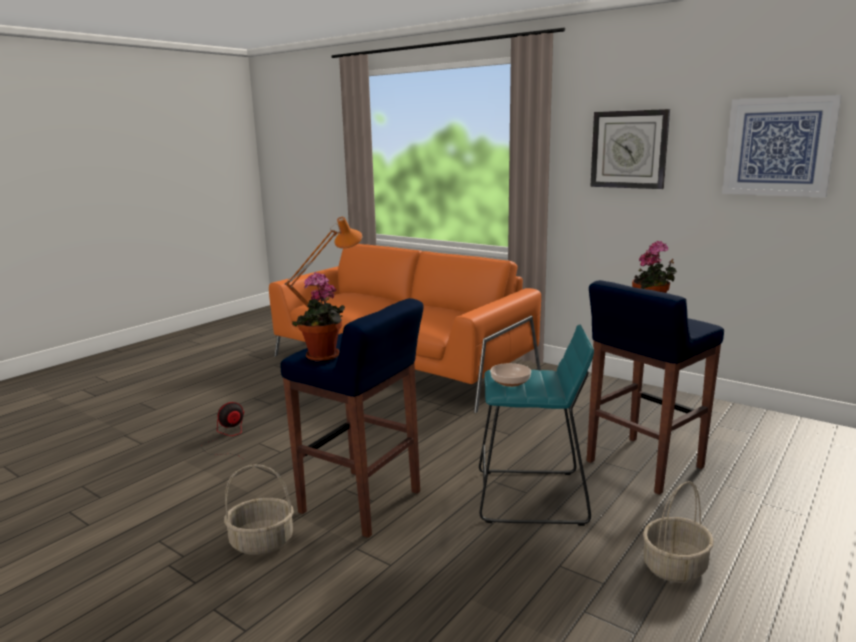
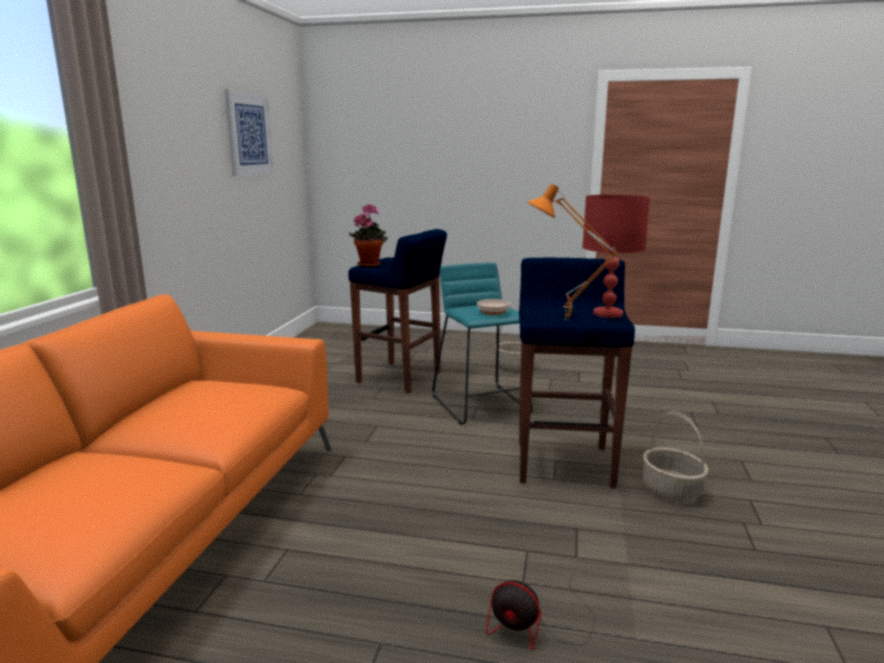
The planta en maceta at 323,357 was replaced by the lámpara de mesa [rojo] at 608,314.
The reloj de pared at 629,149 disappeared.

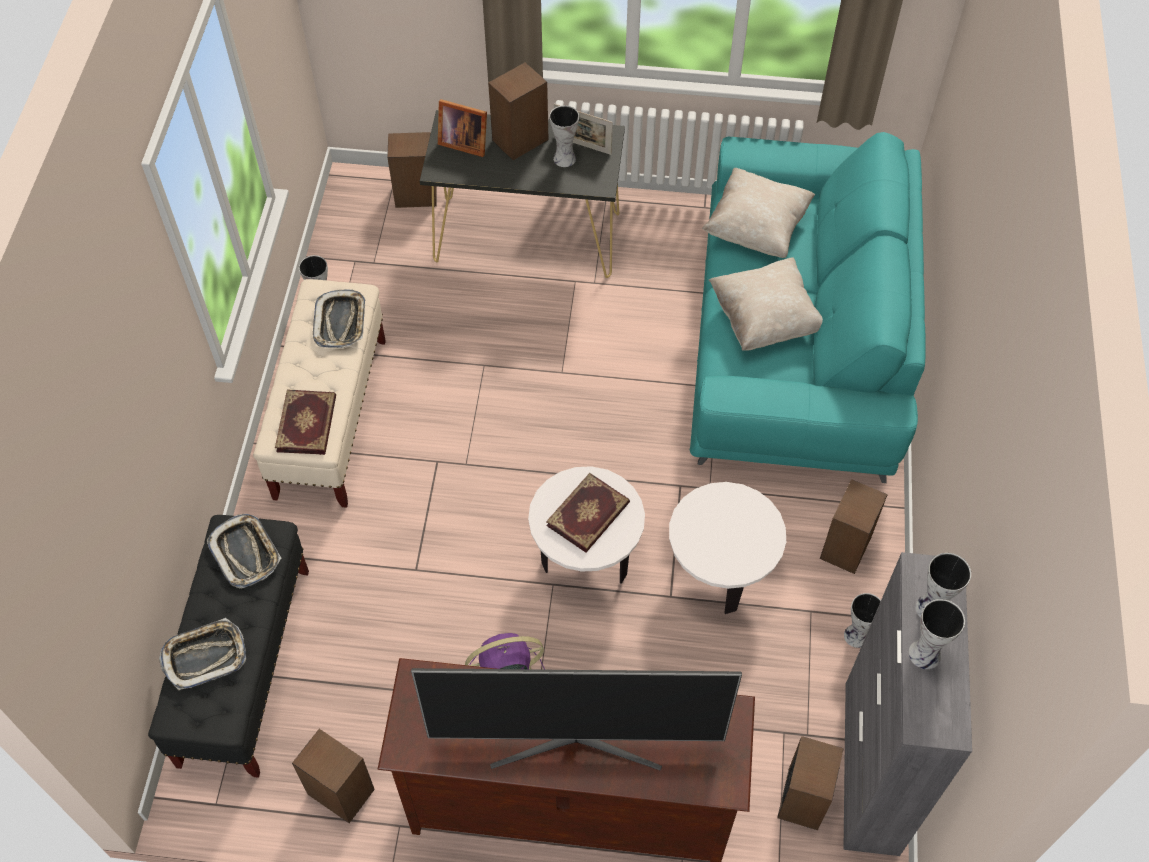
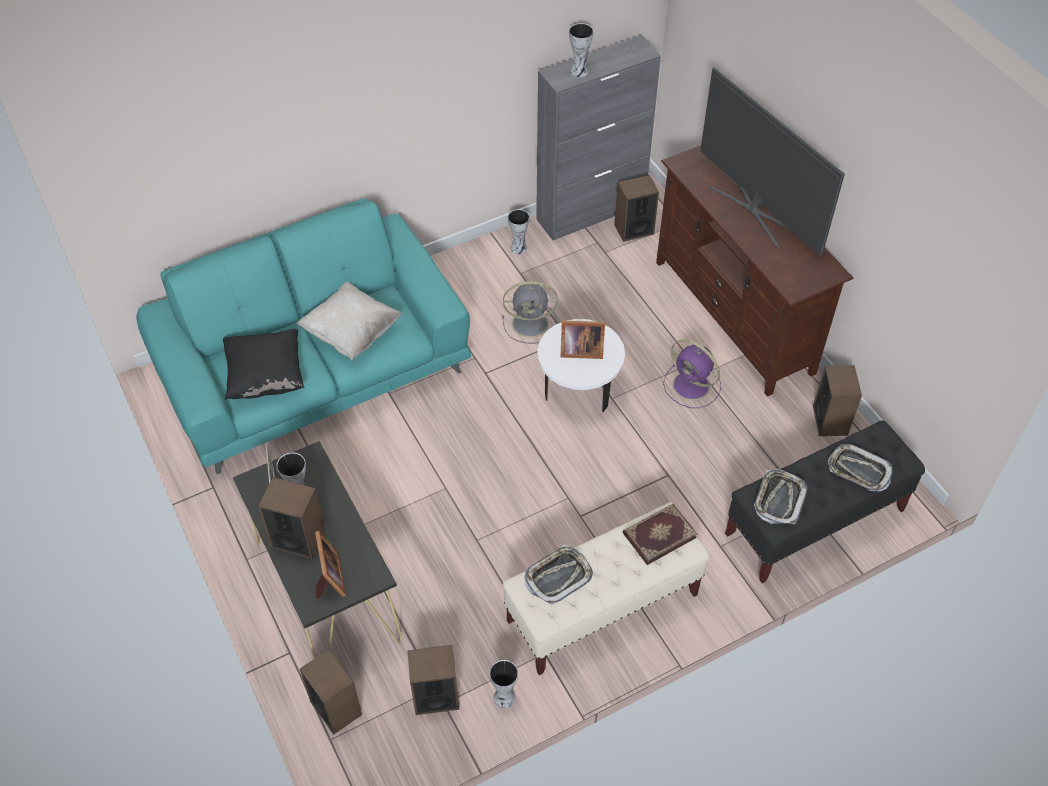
The libro at 589,515 was replaced by the portarretratos at 579,350.
The mesa auxiliar [blanco] at 719,573 was replaced by the ventilador [gris] at 531,323.
The cojín [beis] at 756,229 became the cojín [negro] at 266,377.
The altavoz moved from 846,547 to 435,696.
The florero at 926,653 disappeared.

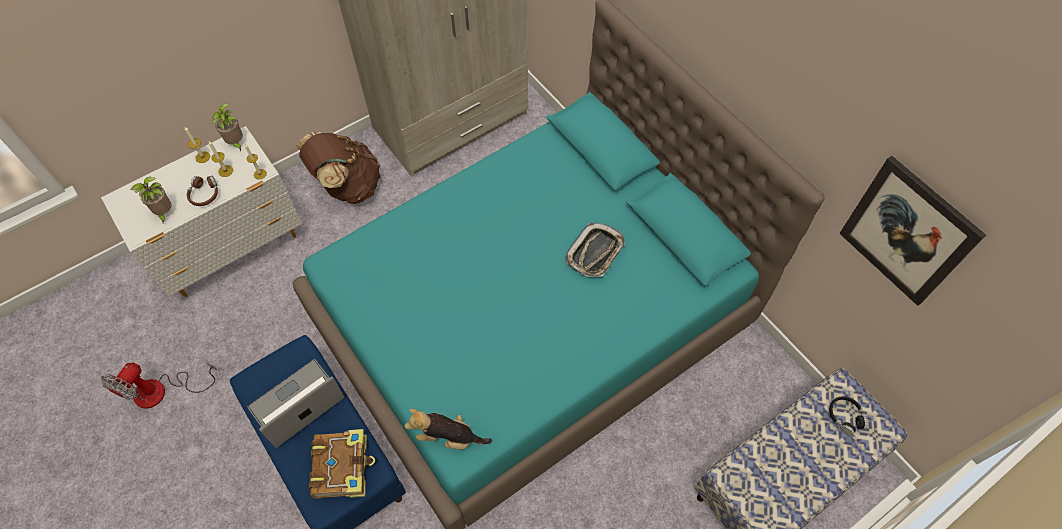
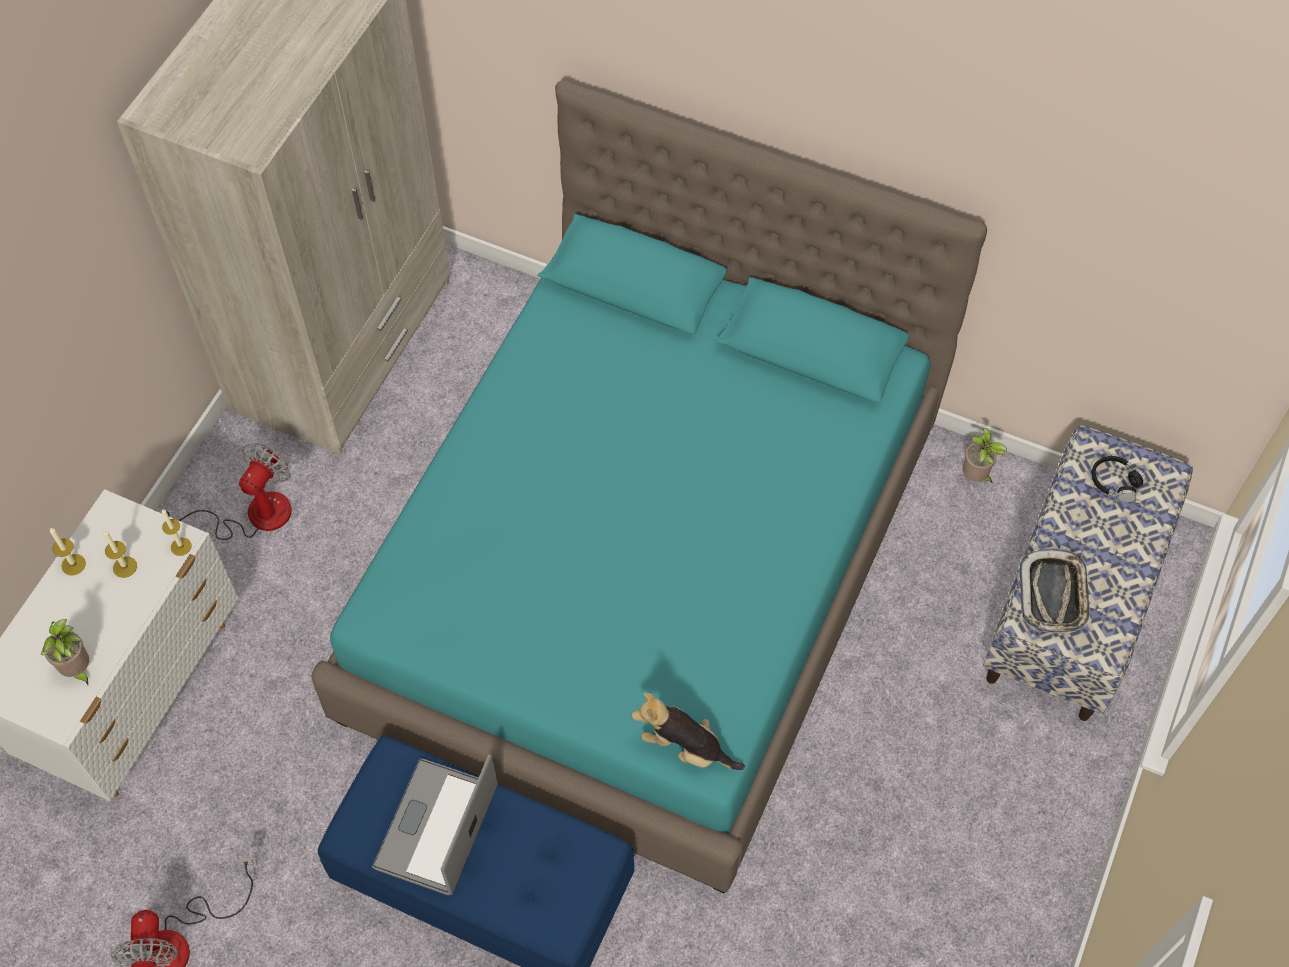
The auriculares [marrón] at 204,194 disappeared.
The planta en maceta moved from 236,143 to 976,477.
The mochila [marrón] at 348,186 was replaced by the ventilador at 252,515.
The libro at 343,466 disappeared.
The peluche at 449,437 turned 45 degrees clockwise.
The bandeja moved from 595,253 to 1053,594.
The cuadro at 907,232 disappeared.

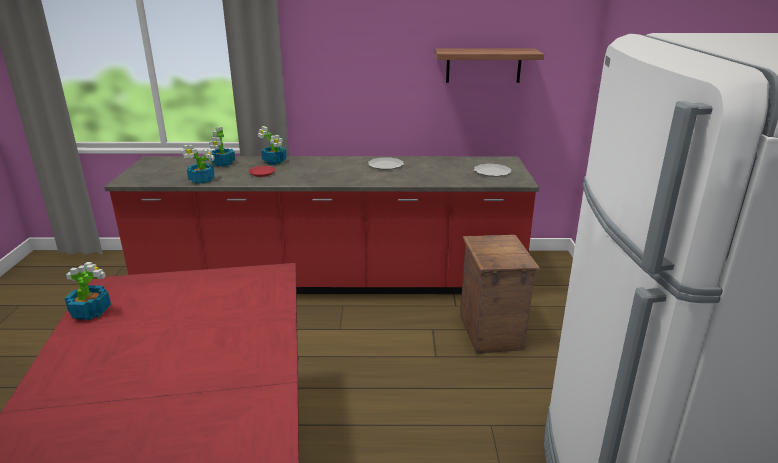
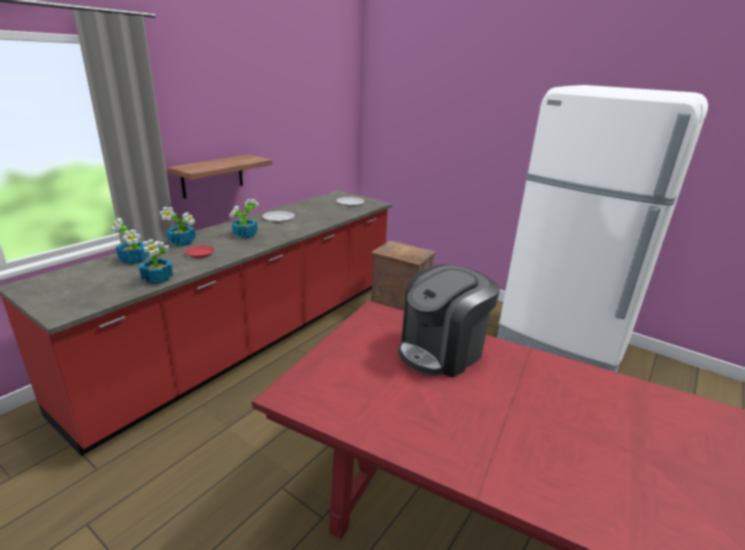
The planta en maceta moved from 90,311 to 245,235.
The estante moved from 483,65 to 212,176.
The cafetera at 442,351 appeared.

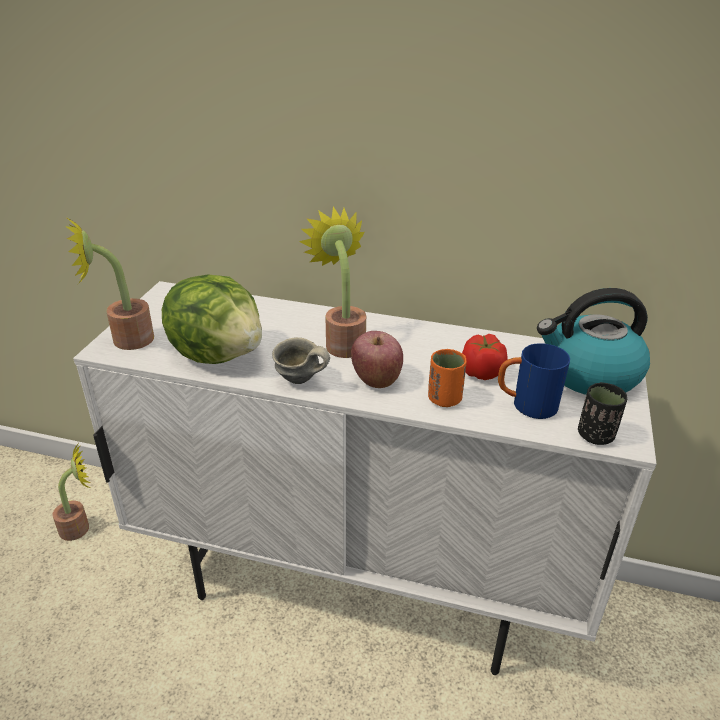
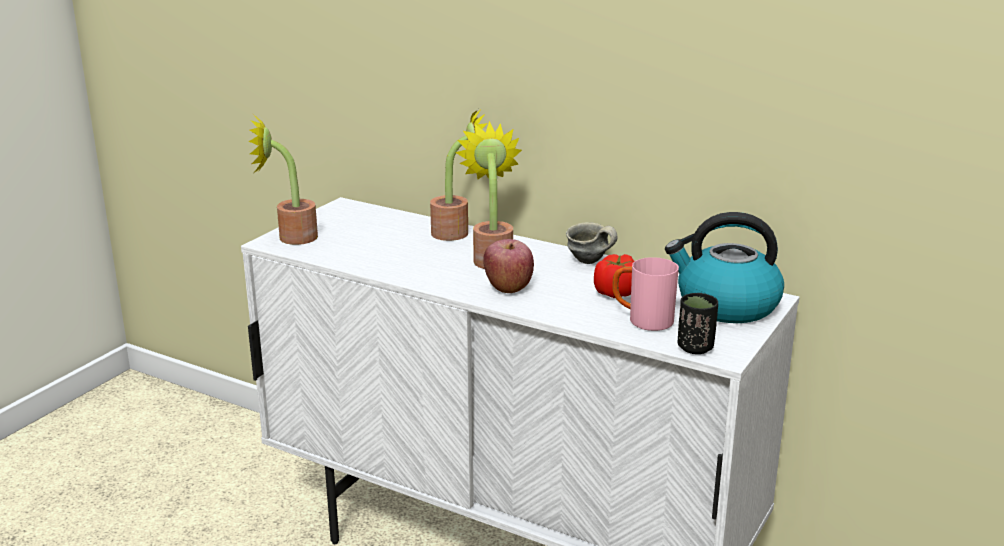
The planta en maceta moved from 80,527 to 458,232.
The lechuga at 219,353 disappeared.
The taza grande [gris] moved from 299,382 to 588,263.
The taza [naranja] at 444,399 disappeared.
The taza grande [azul] at 526,405 became the taza grande [rosa] at 642,320.

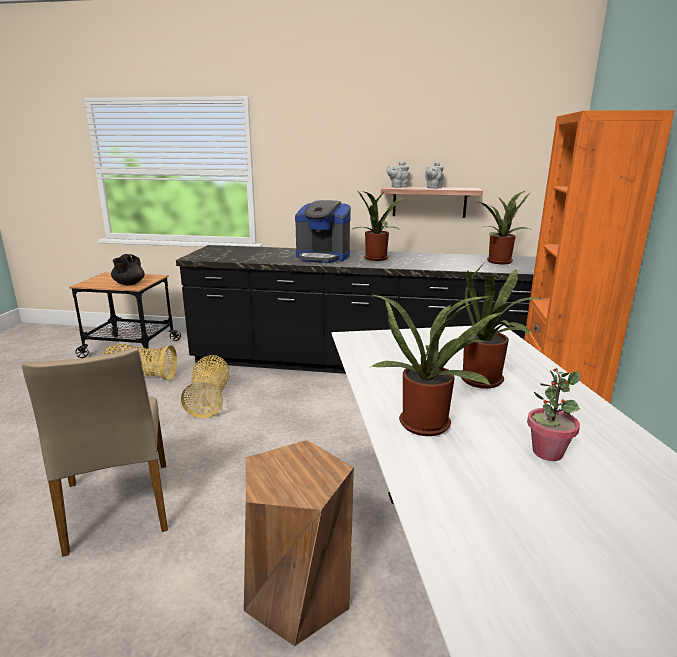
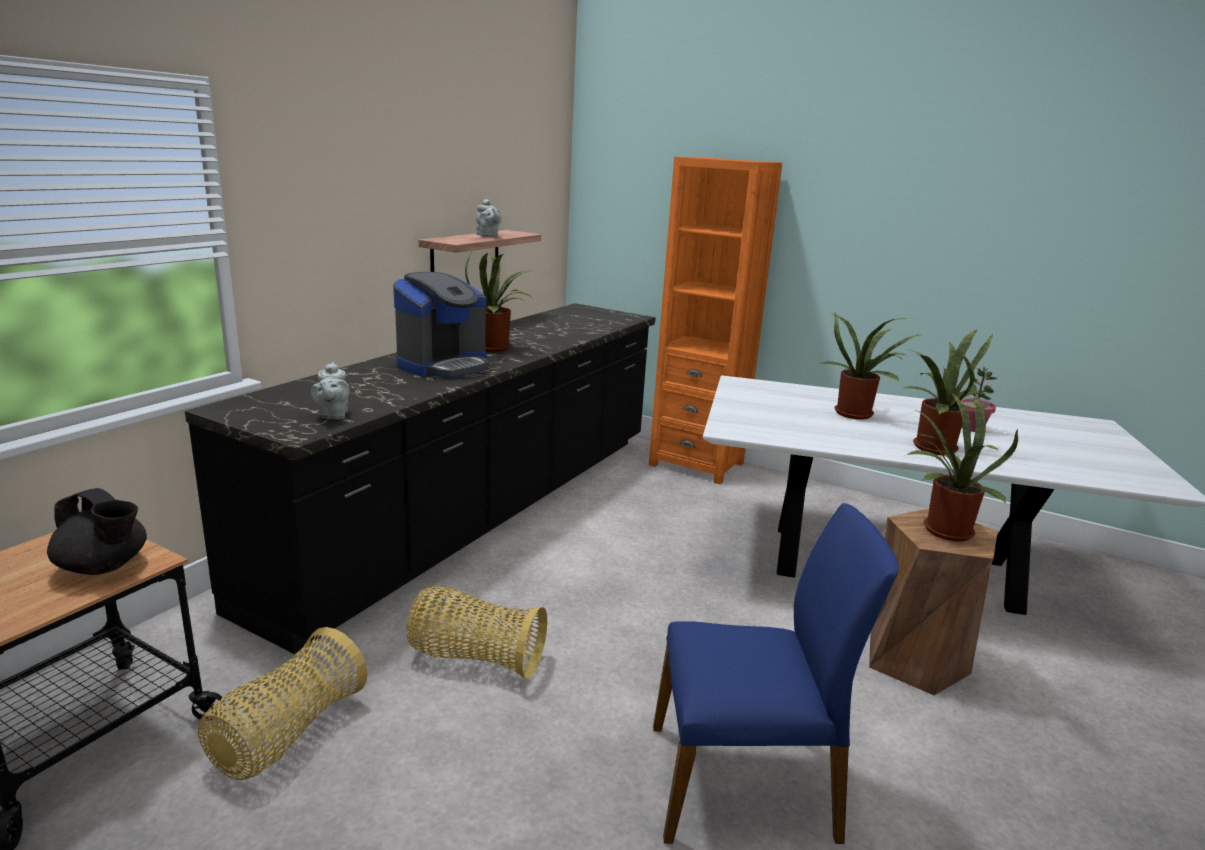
The silla [beis] at 118,506 became the silla [azul] at 744,782.
The tetera [gris] moved from 397,187 to 332,415.
The planta en maceta moved from 497,261 to 942,531.

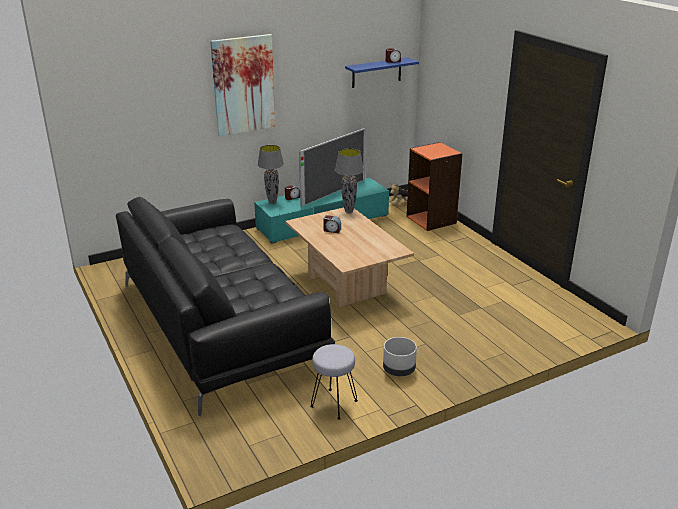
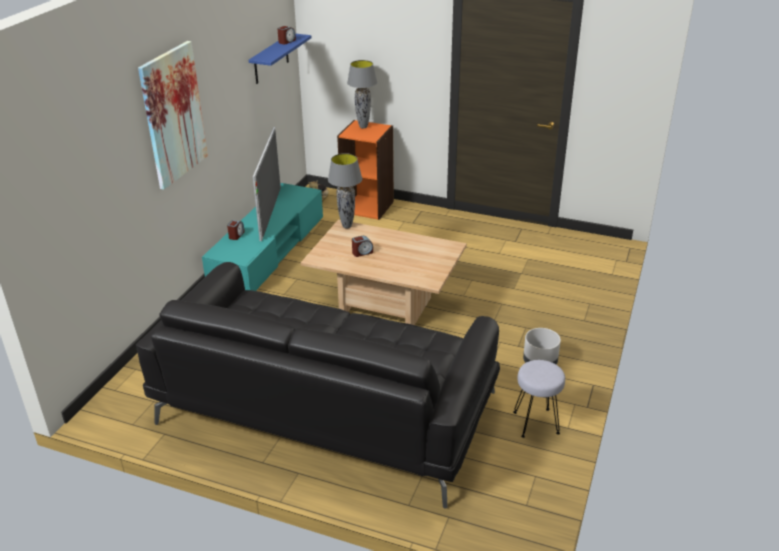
The lámpara de mesa [gris] moved from 272,202 to 363,127.

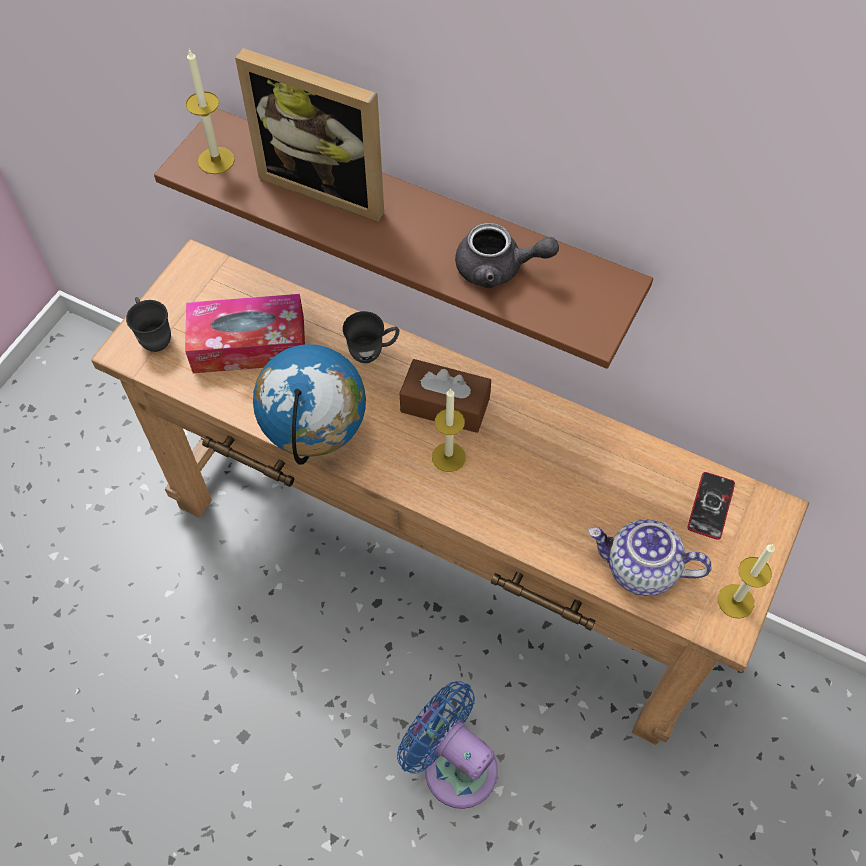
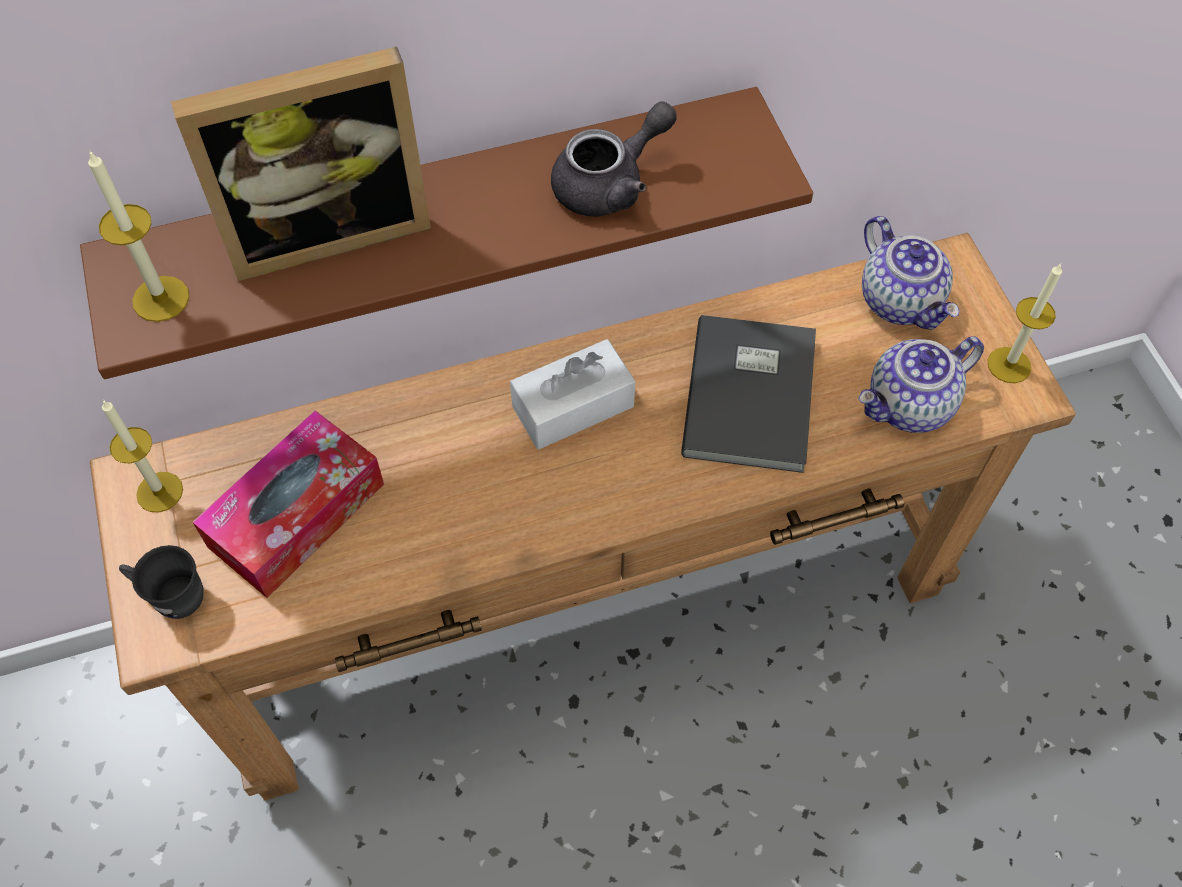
The globo terráqueo at 318,442 disappeared.
The taza grande [gris] at 373,352 disappeared.
The ventilador [azul] at 454,764 disappeared.
The caja de pañuelos [marrón] at 445,405 became the caja de pañuelos [blanco] at 573,406.
The vela moved from 448,457 to 159,492.
The móvil at 711,506 was replaced by the tetera at 901,301.
The libro [gris] at 754,394 appeared.

